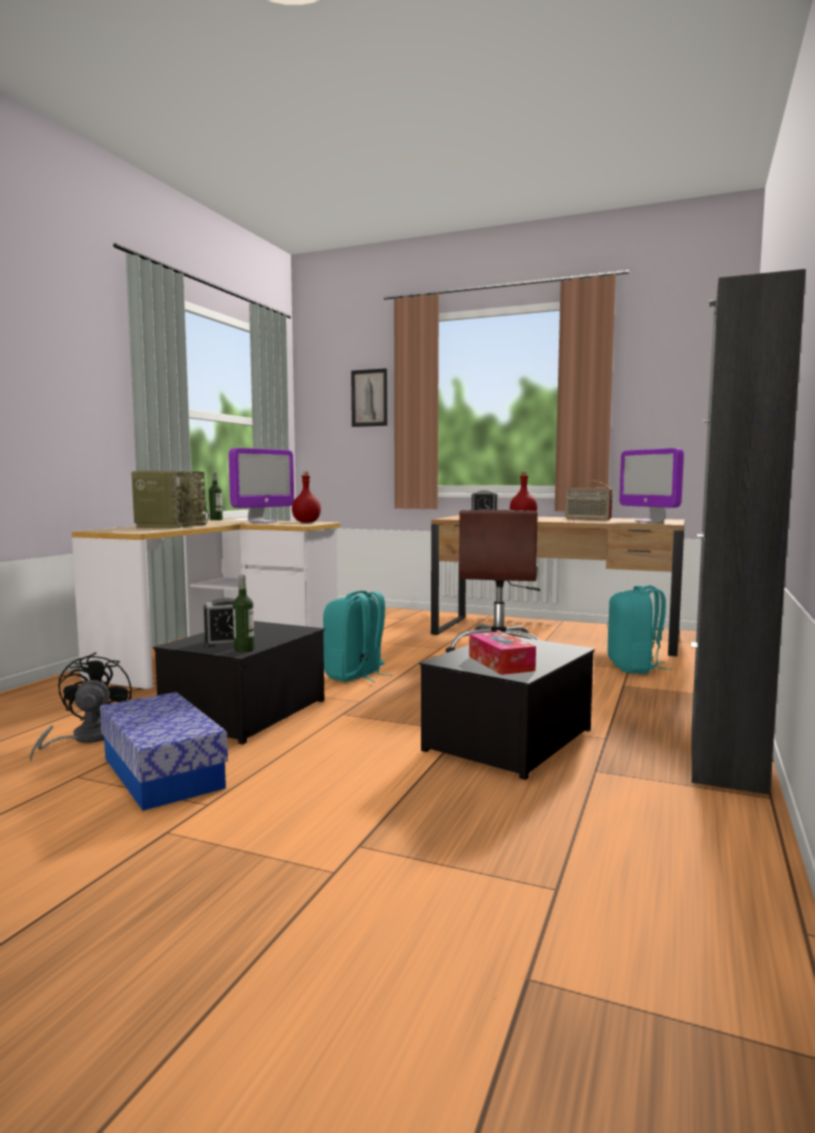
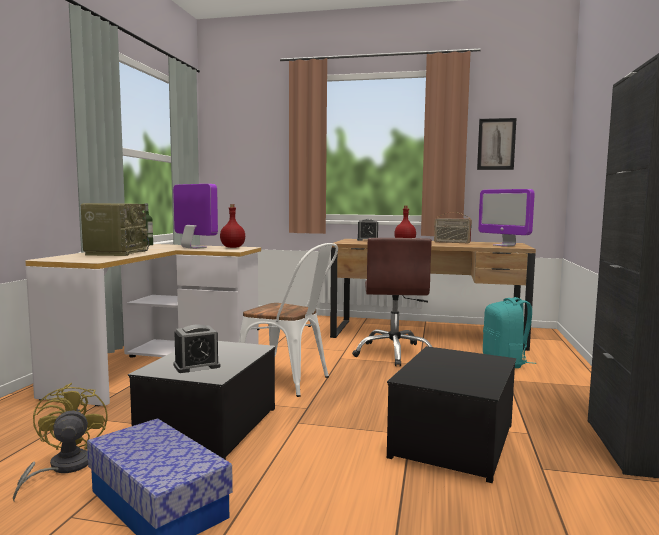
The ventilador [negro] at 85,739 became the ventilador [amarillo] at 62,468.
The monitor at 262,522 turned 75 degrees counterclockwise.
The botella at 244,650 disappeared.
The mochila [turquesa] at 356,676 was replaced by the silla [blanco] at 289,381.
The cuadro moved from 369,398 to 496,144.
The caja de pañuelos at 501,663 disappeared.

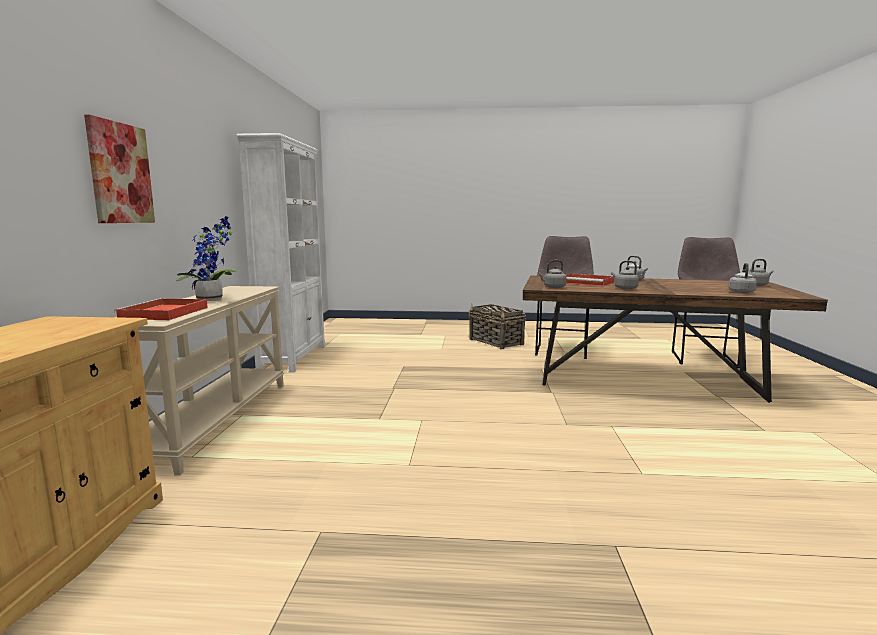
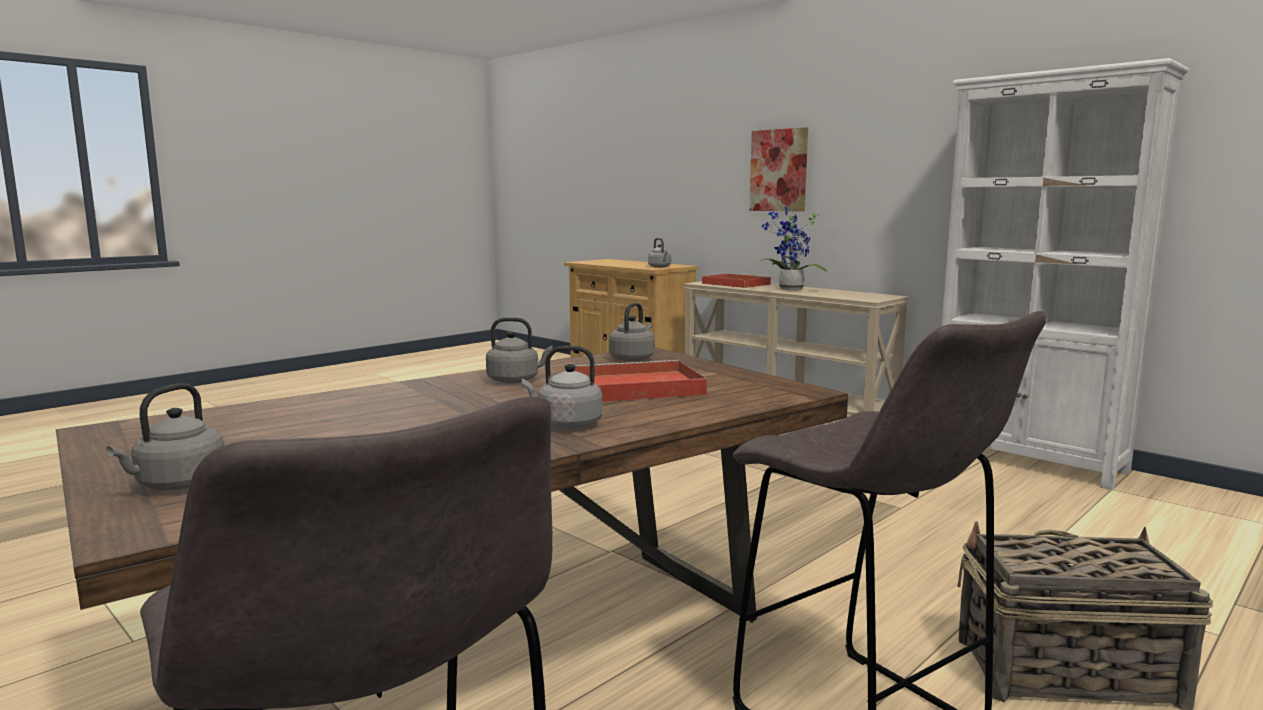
The hervidor [gris] moved from 741,292 to 660,267.

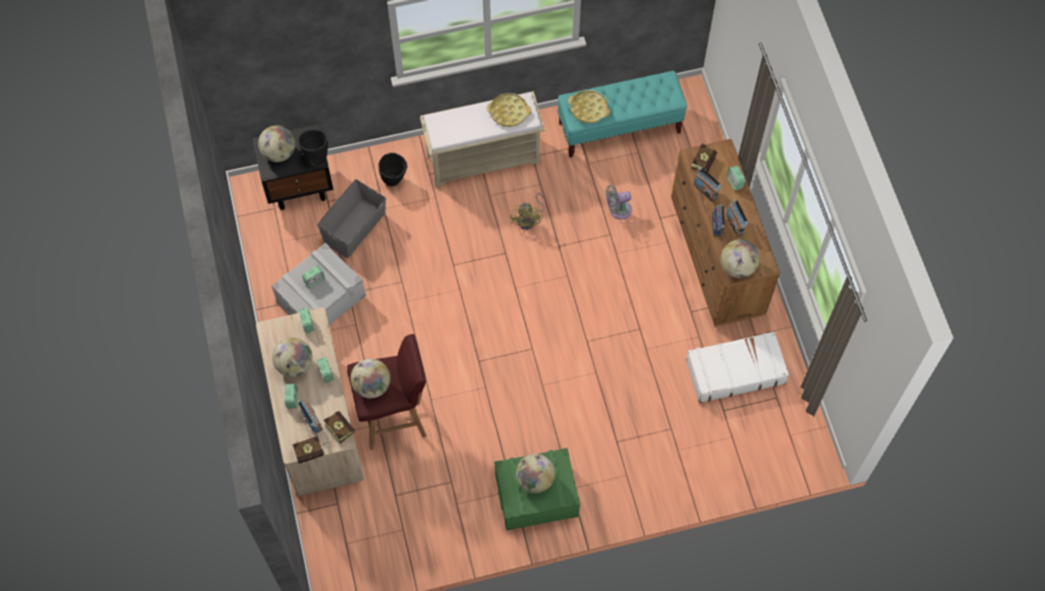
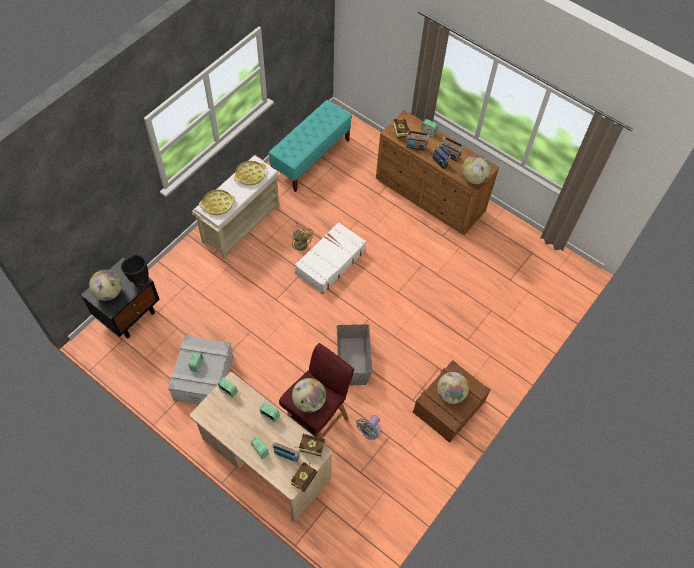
The globo terráqueo at 295,365 disappeared.
The caja de almacenaje [gris] moved from 354,228 to 352,361.
The florero [negro] at 395,181 disappeared.
The caja de almacenaje [verde] at 536,495 became the caja de almacenaje [marrón] at 449,407.
The bandeja [amarillo] moved from 589,109 to 217,204.
The ventilador [gris] moved from 618,210 to 369,432.
The maleta [blanco] moved from 735,371 to 330,262.

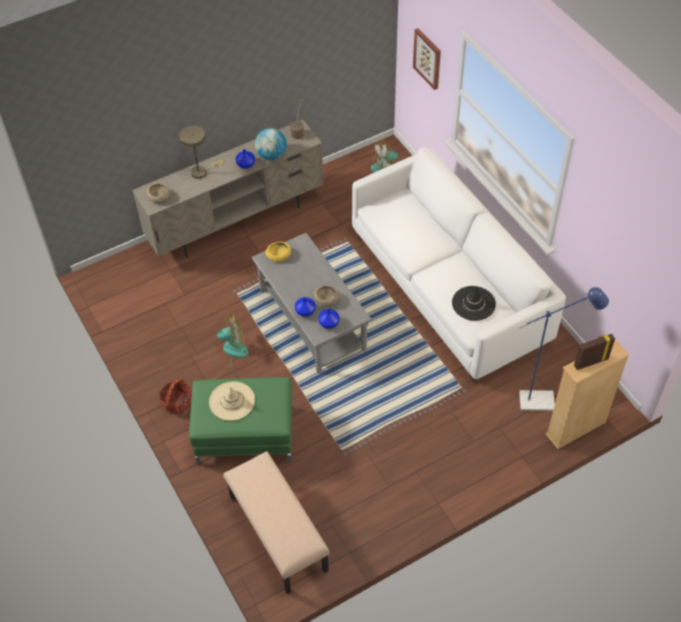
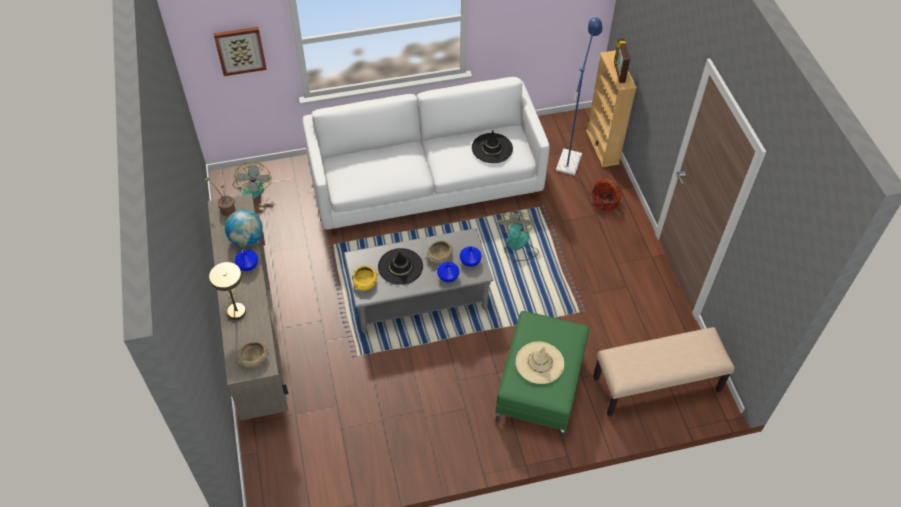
The cesta moved from 177,402 to 605,202.
The ventilador moved from 229,350 to 517,246.
The sombrero [negro] at 400,266 appeared.

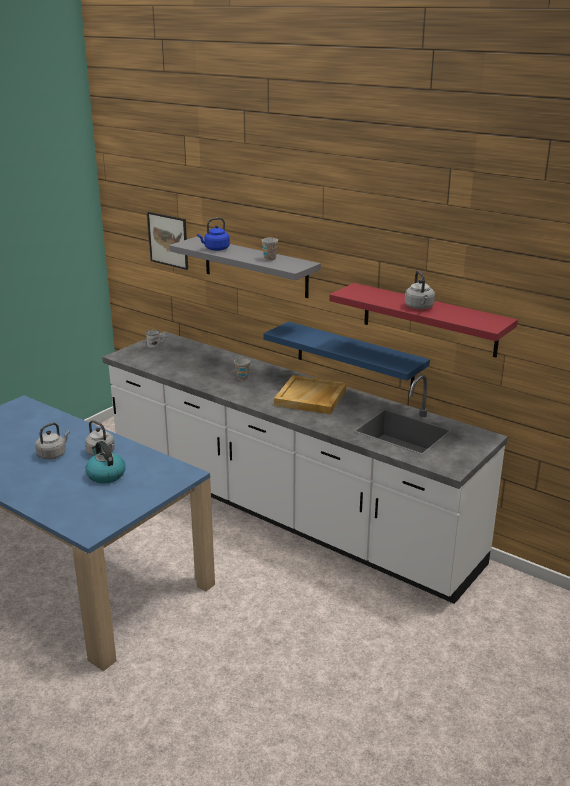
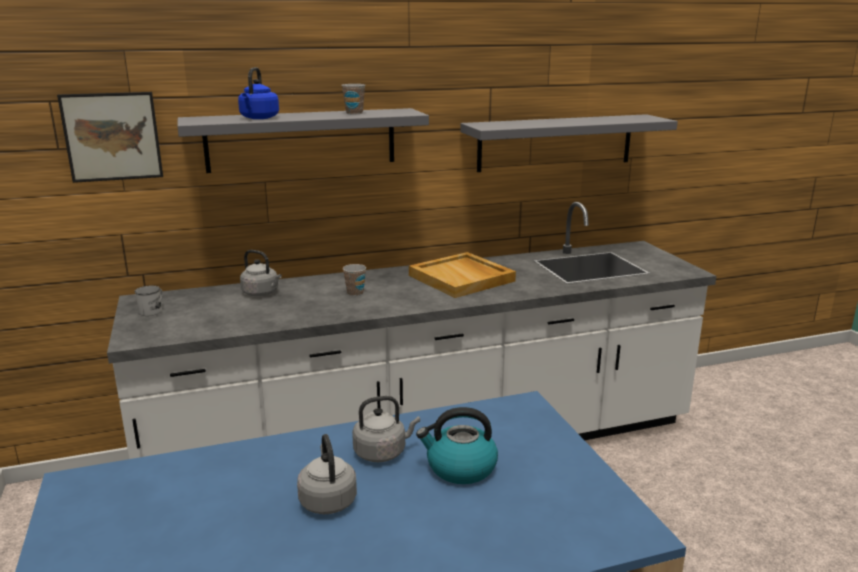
The estante [azul] at 354,357 disappeared.
The estante [rojo] at 429,320 became the estante [gris] at 555,142.
The hervidor [gris] moved from 419,307 to 262,293.

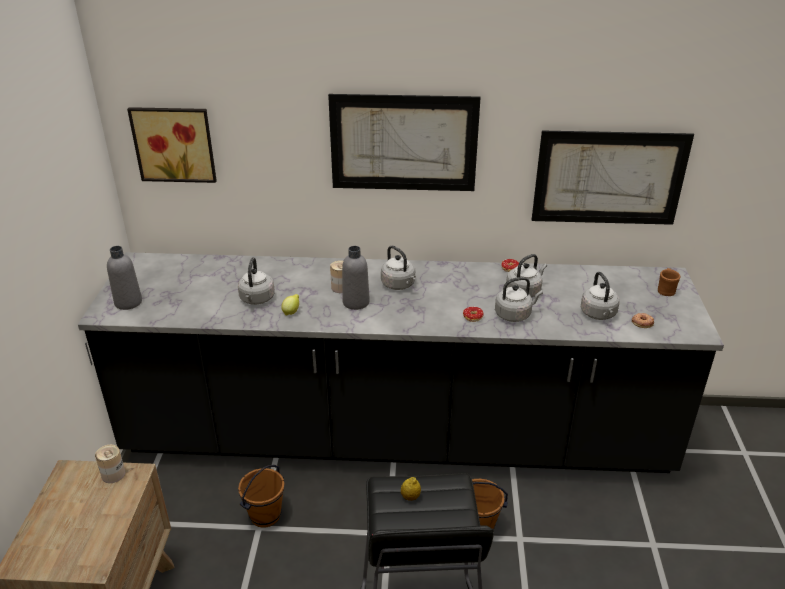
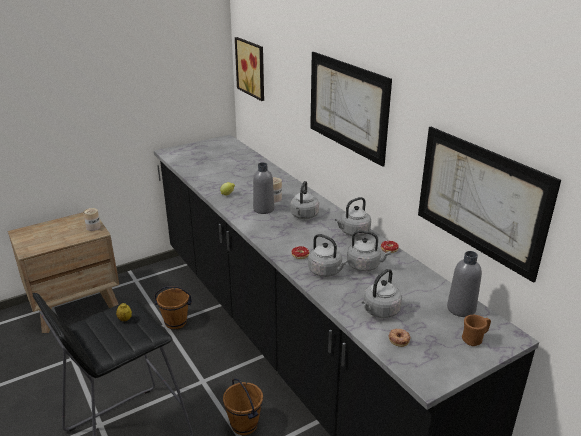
The botella [gris] moved from 128,302 to 461,309.
The hervidor [gris] moved from 256,299 to 353,232.

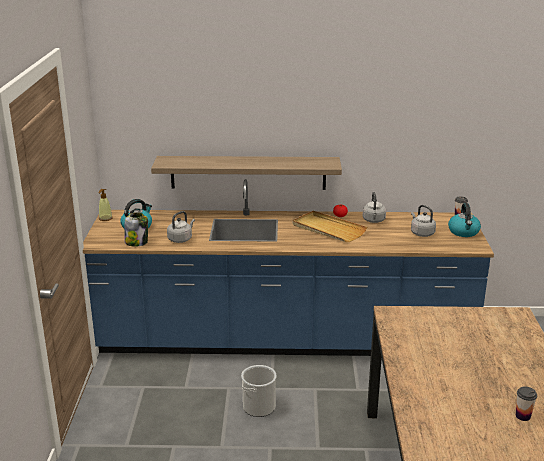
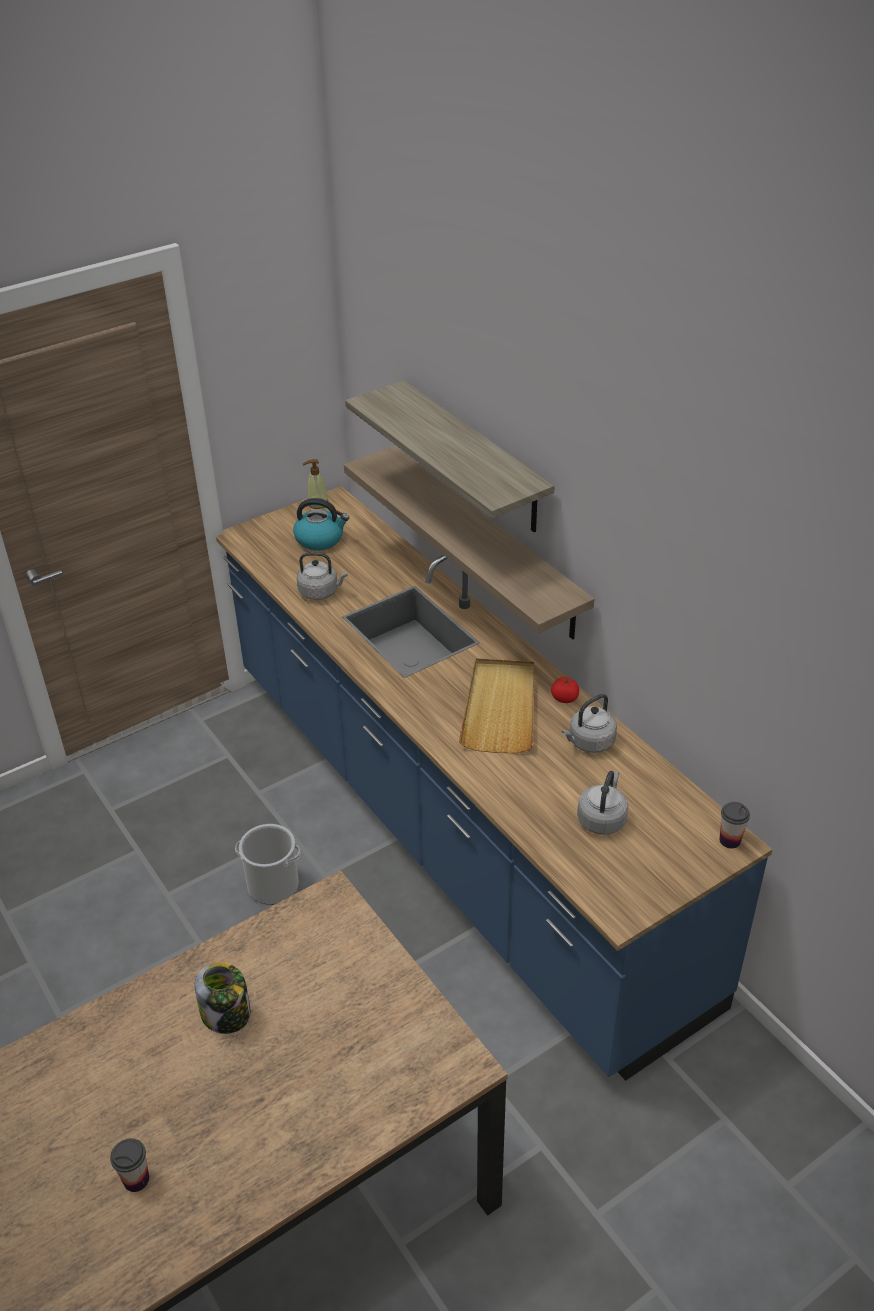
The tarro moved from 137,242 to 227,1014.
The hervidor at 464,232 disappeared.
The estante at 474,457 appeared.

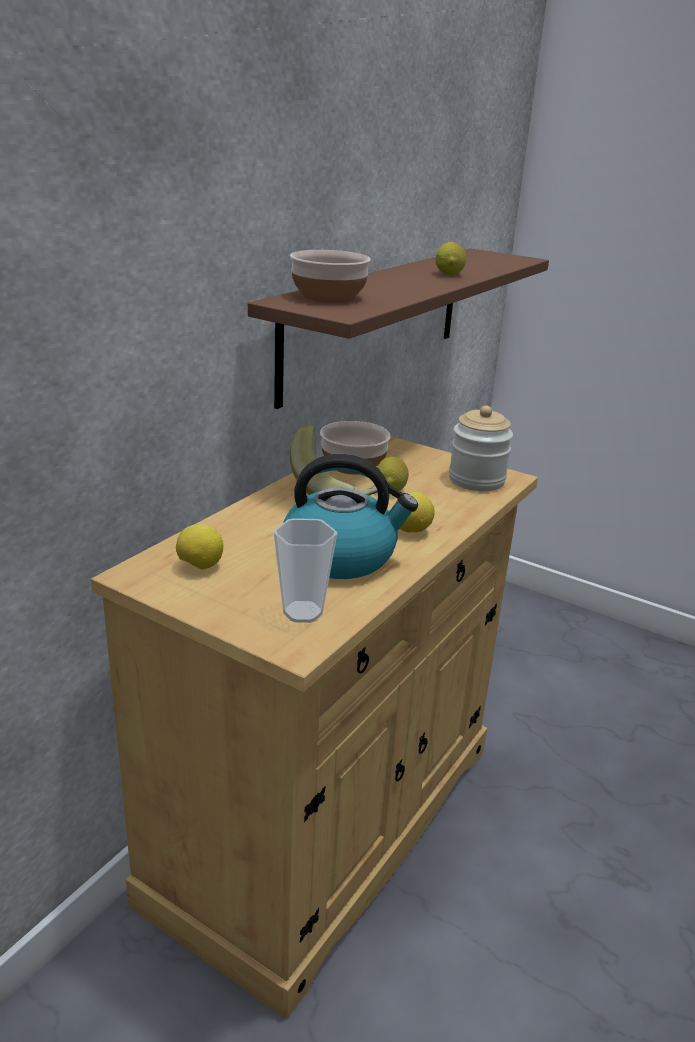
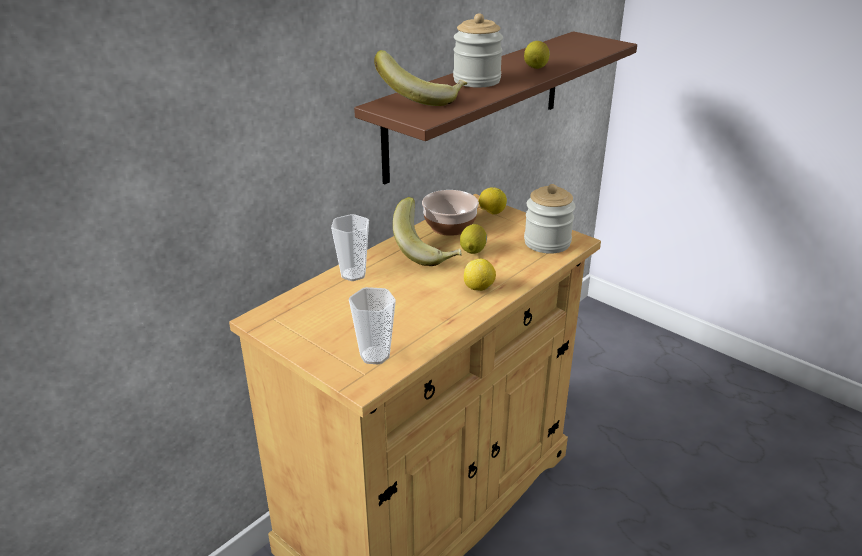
The limón moved from 199,566 to 491,213.
The hervidor at 341,556 disappeared.
The cuenco at 329,296 was replaced by the plátano at 422,99.
The taza at 353,274 appeared.
The tarro at 476,81 appeared.

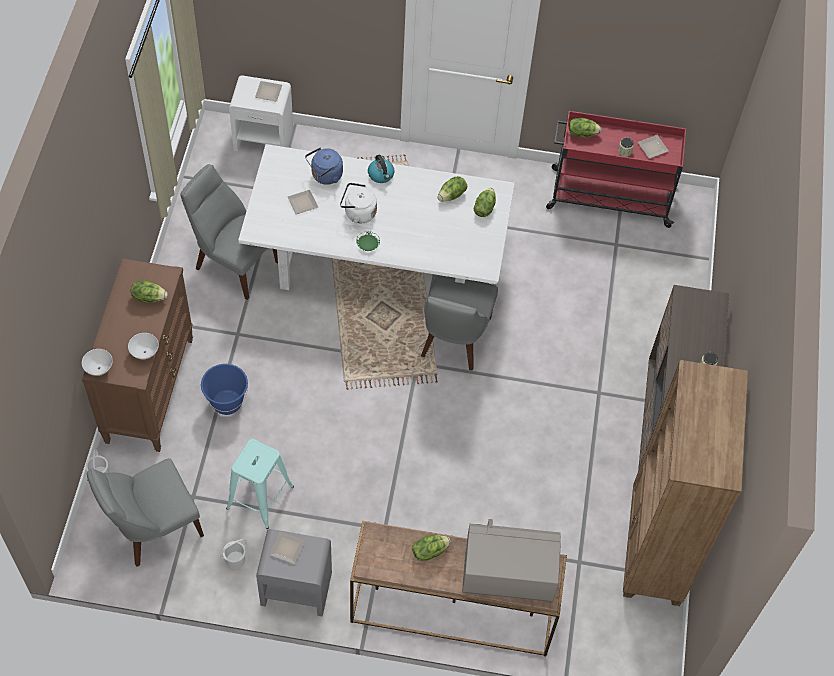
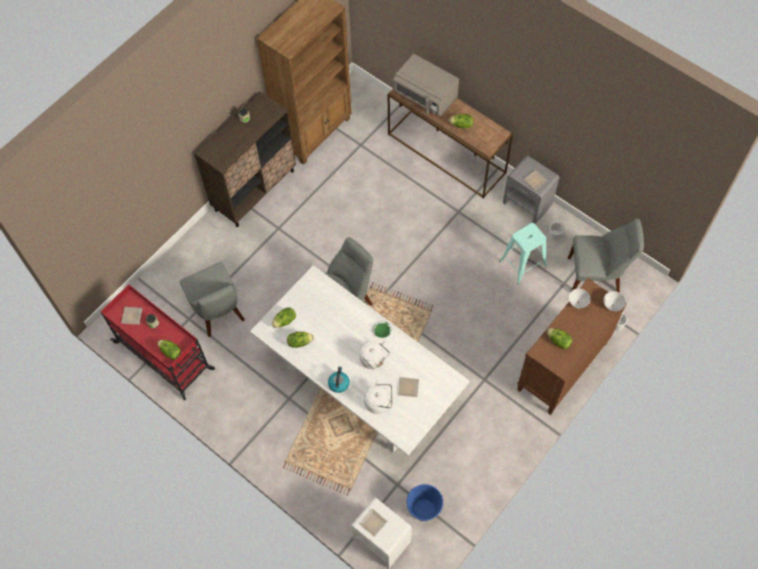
The silla [gris] moved from 234,263 to 218,311.
The cubo [azul] moved from 227,402 to 424,510.
The hervidor [azul] at 325,176 became the hervidor [blanco] at 379,402.

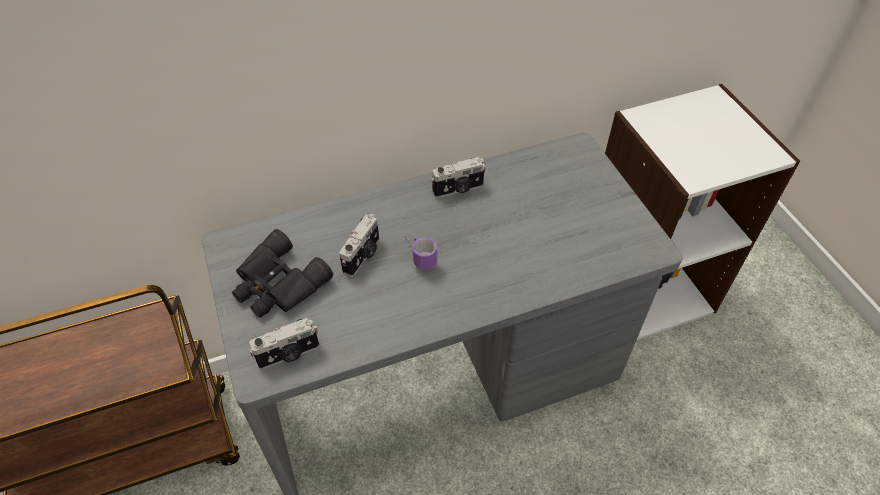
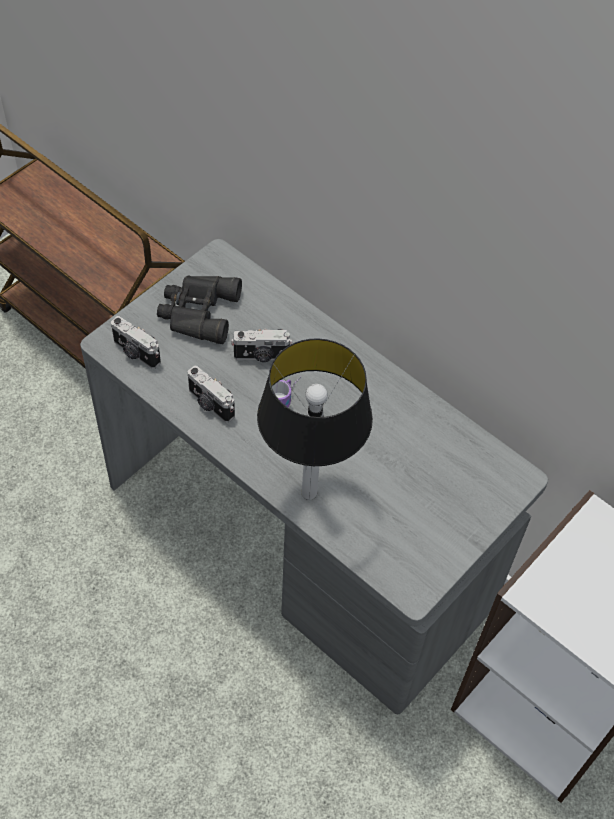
The cámara moved from 458,189 to 210,404.
The lámpara de mesa at 310,493 appeared.

